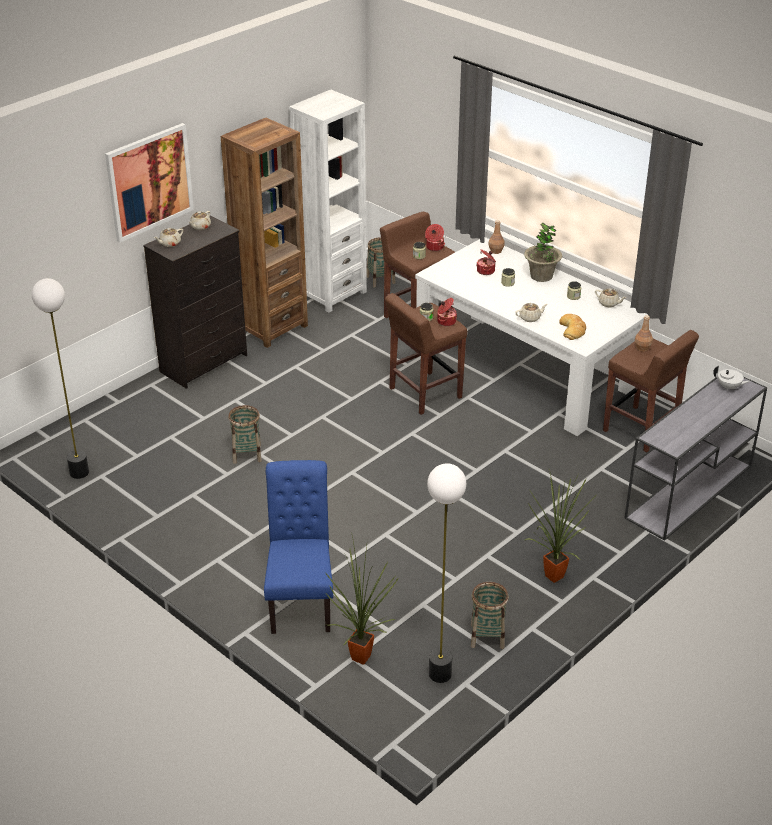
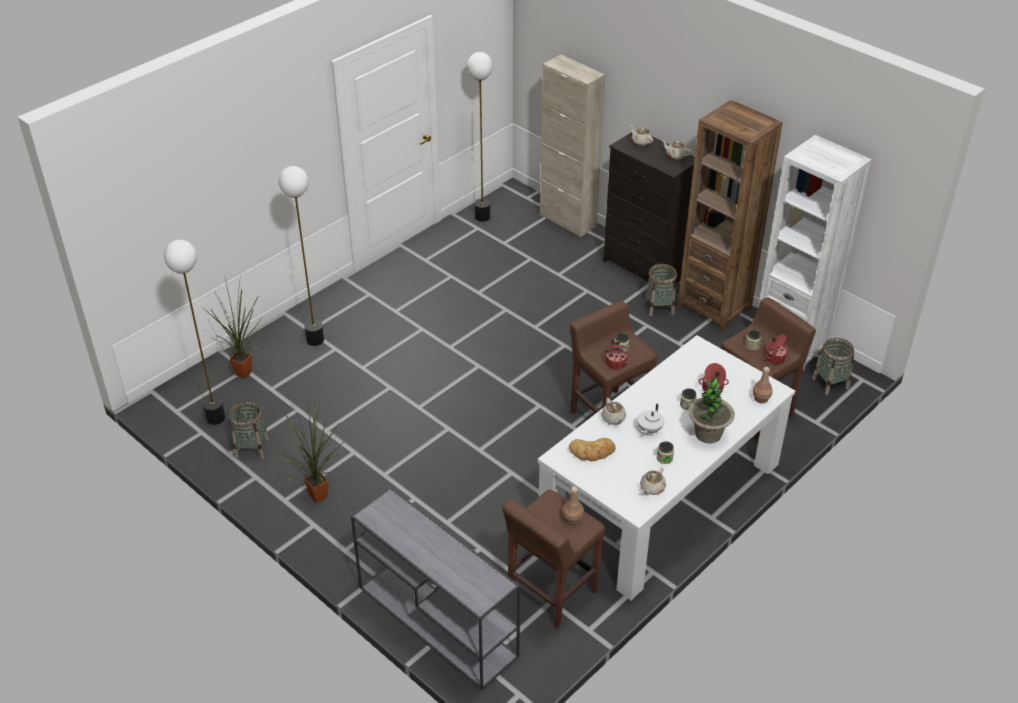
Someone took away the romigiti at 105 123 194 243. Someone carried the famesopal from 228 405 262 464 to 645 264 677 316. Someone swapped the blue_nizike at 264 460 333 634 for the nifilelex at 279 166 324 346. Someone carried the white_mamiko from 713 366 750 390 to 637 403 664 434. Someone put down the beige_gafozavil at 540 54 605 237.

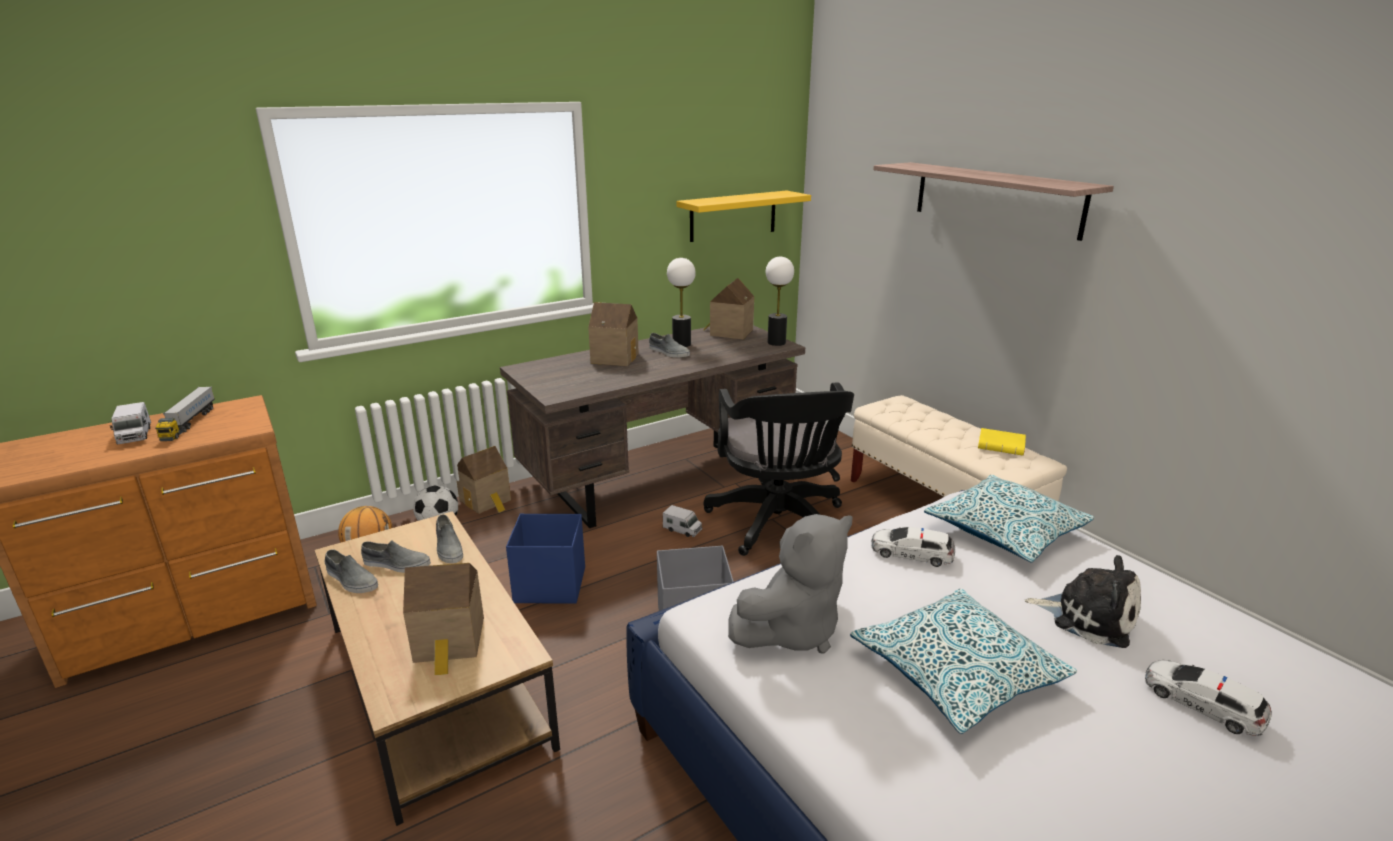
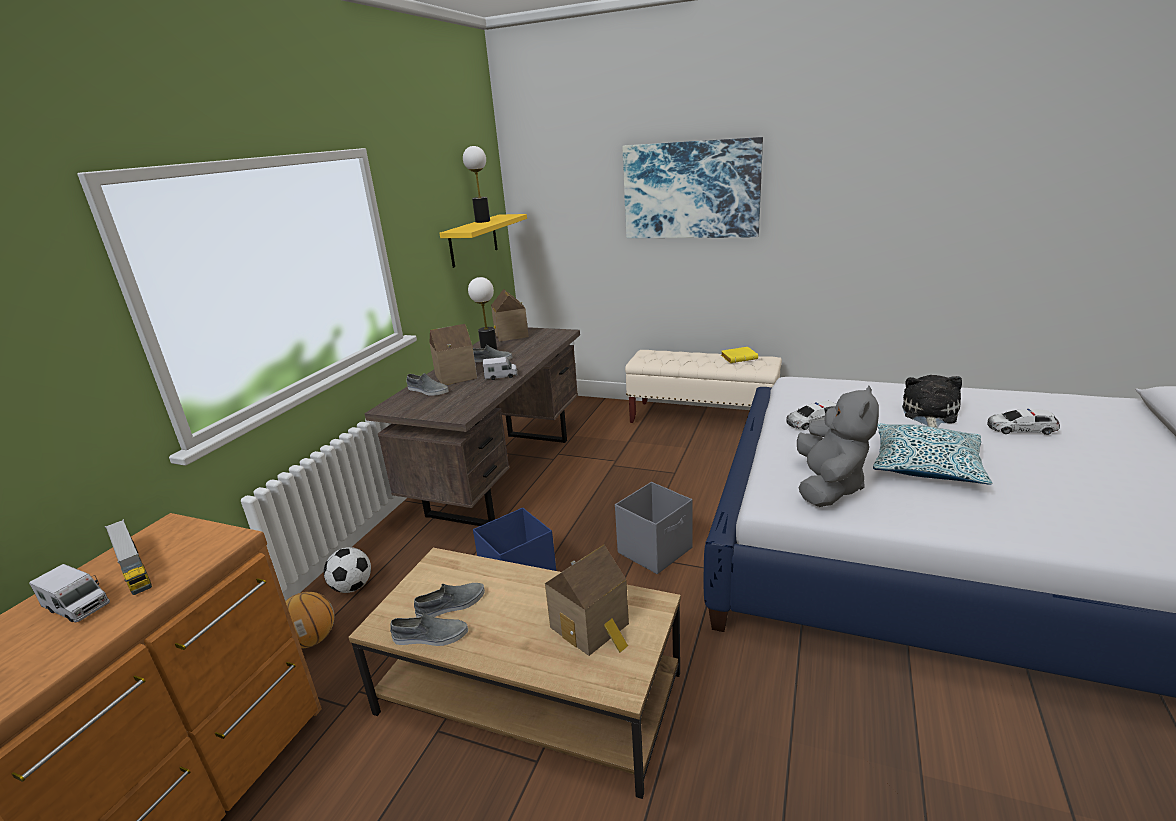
Someone carried the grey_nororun from 436 514 463 563 to 407 373 449 396. Someone took away the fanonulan at 456 446 511 514. Someone carried the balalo from 663 505 702 537 to 483 357 517 380. Someone took away the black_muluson at 704 382 854 556. Someone carried the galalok from 766 257 794 346 to 463 146 490 223. Someone swapped the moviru at 873 162 1114 241 for the romigiti at 622 137 763 238. Someone took away the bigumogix at 924 475 1094 562. Someone rotated the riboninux at 1025 555 1141 648 by 60 degrees counterclockwise.

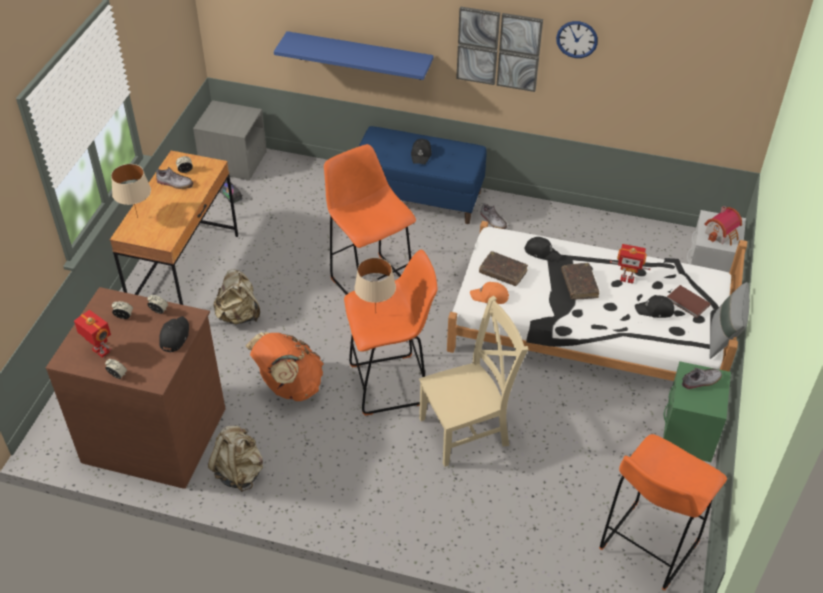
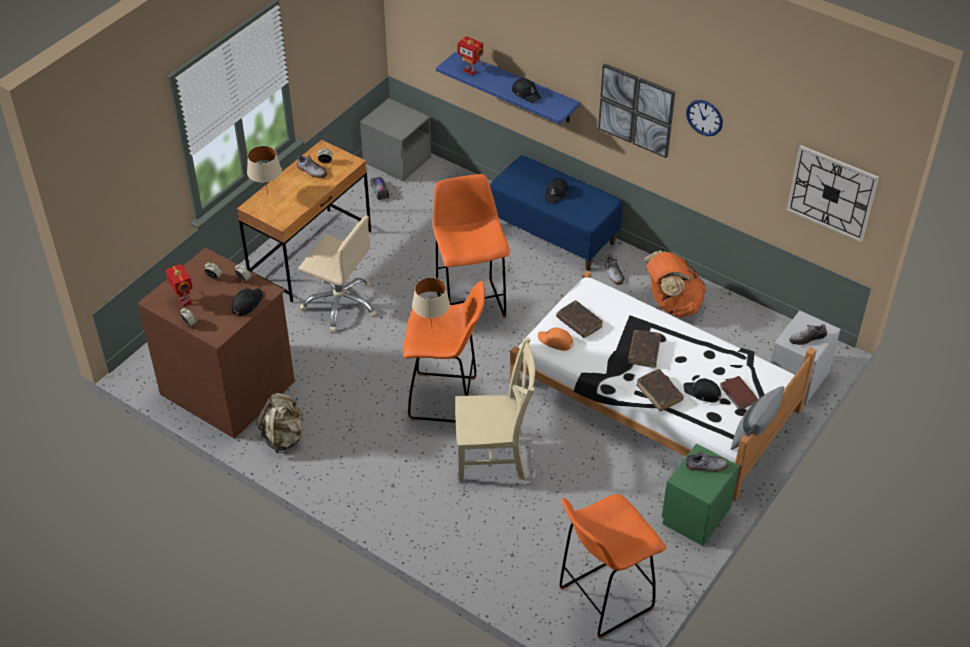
Someone swapped the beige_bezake at 213 269 260 325 for the beige_muluson at 298 216 376 332. Someone carried the orange_bezake from 245 332 323 401 to 644 250 707 317. Someone carried the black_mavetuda from 524 237 561 262 to 512 78 541 103. Someone carried the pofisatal from 610 244 650 284 to 456 36 486 75. Someone swapped the fanonulan at 704 206 742 245 for the nororun at 789 324 827 345. Someone put down the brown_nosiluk at 636 369 684 412. Someone put up the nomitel at 786 145 879 242.

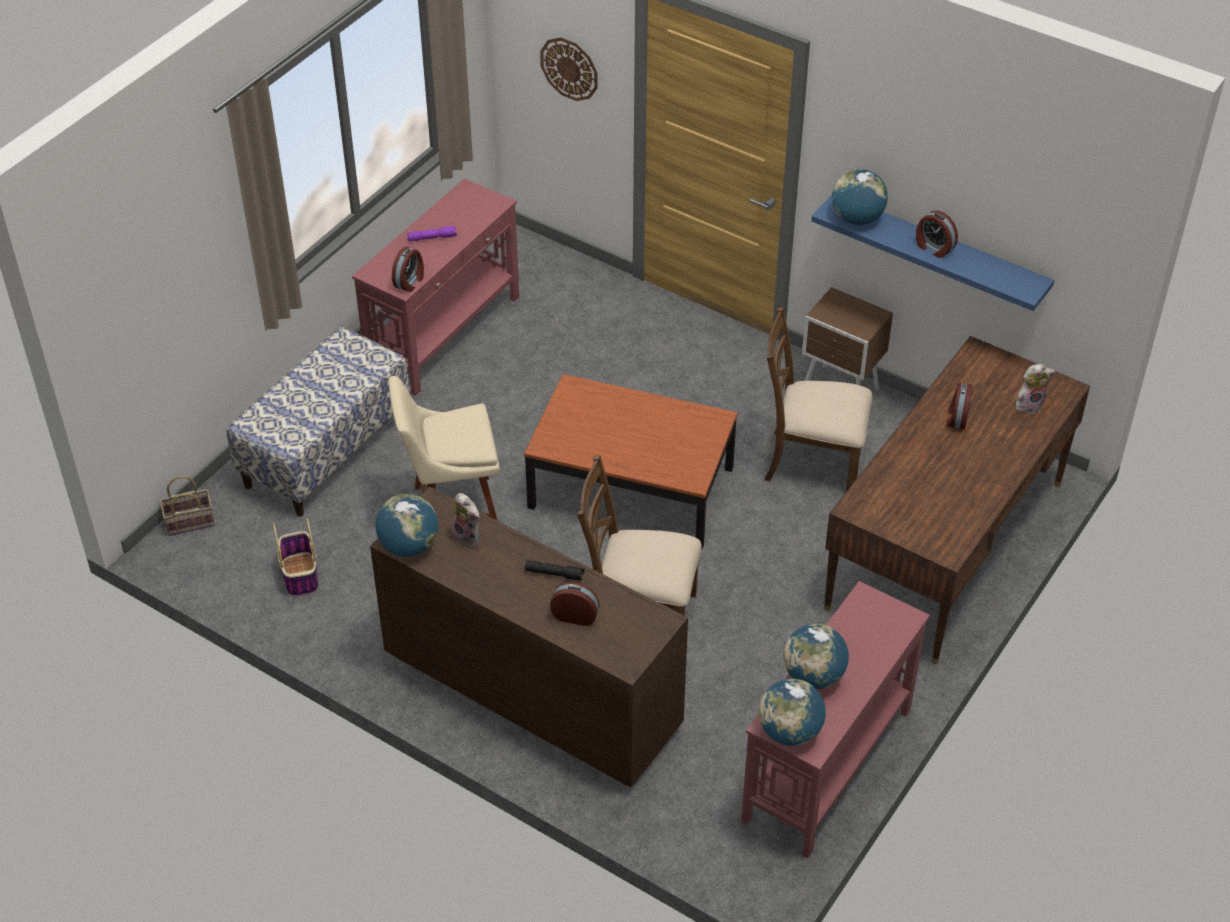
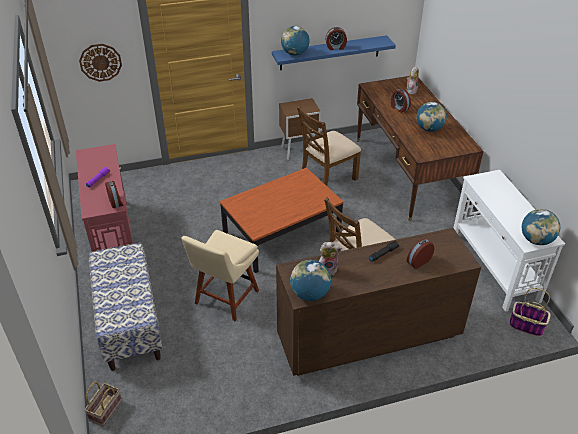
Someone carried the famesopal from 273 518 318 597 to 509 288 551 337. Someone repainted the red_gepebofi at 741 581 930 859, which became the white_gepebofi at 453 170 565 312. Someone carried the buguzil from 783 624 849 689 to 416 102 447 132.

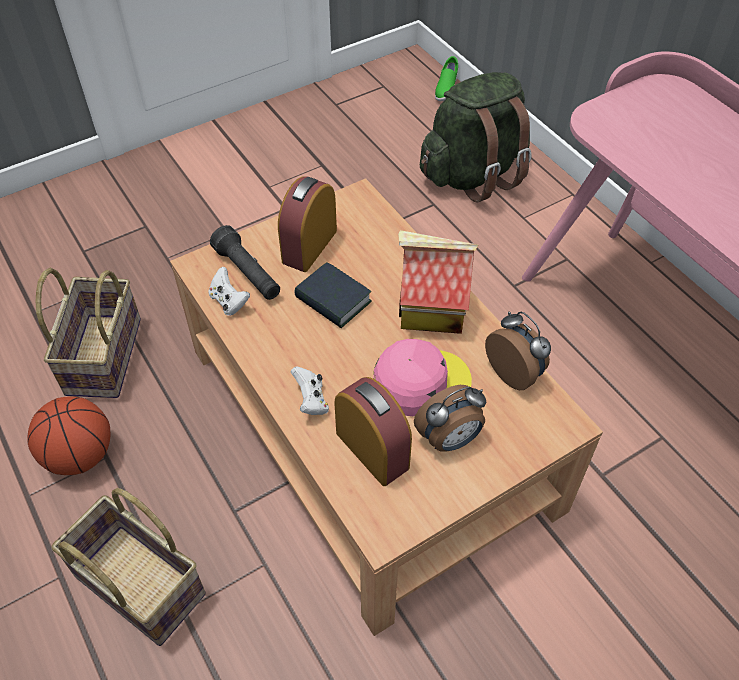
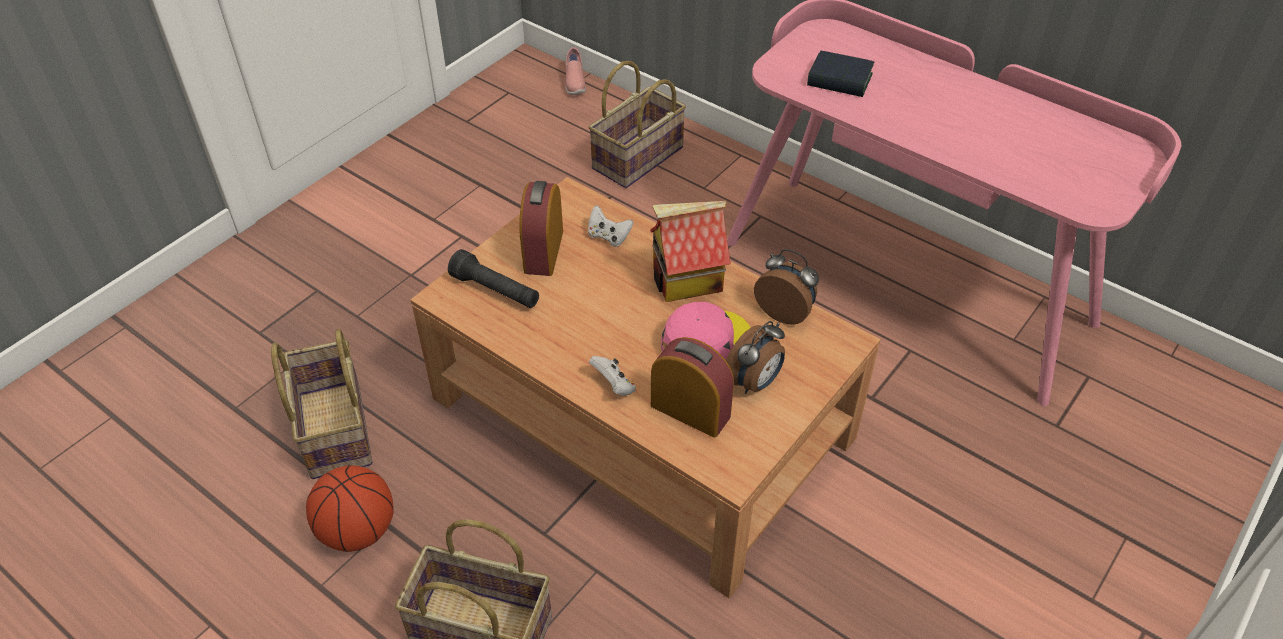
Someone carried the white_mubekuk from 208 267 250 316 to 588 205 634 247. Someone carried the nosiluk from 295 262 372 328 to 807 51 874 97. Someone swapped the green_bezake at 420 72 532 202 for the famesopal at 589 61 686 188. Someone repainted the green_nororun at 435 56 458 101, which became the pink_nororun at 565 47 586 95.

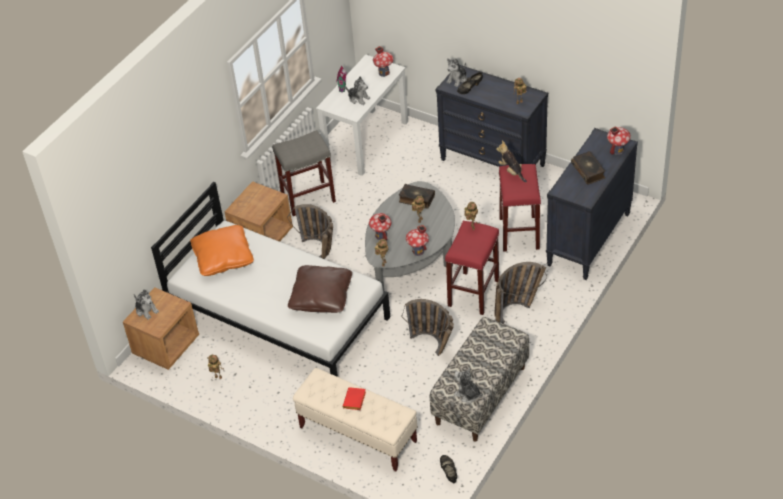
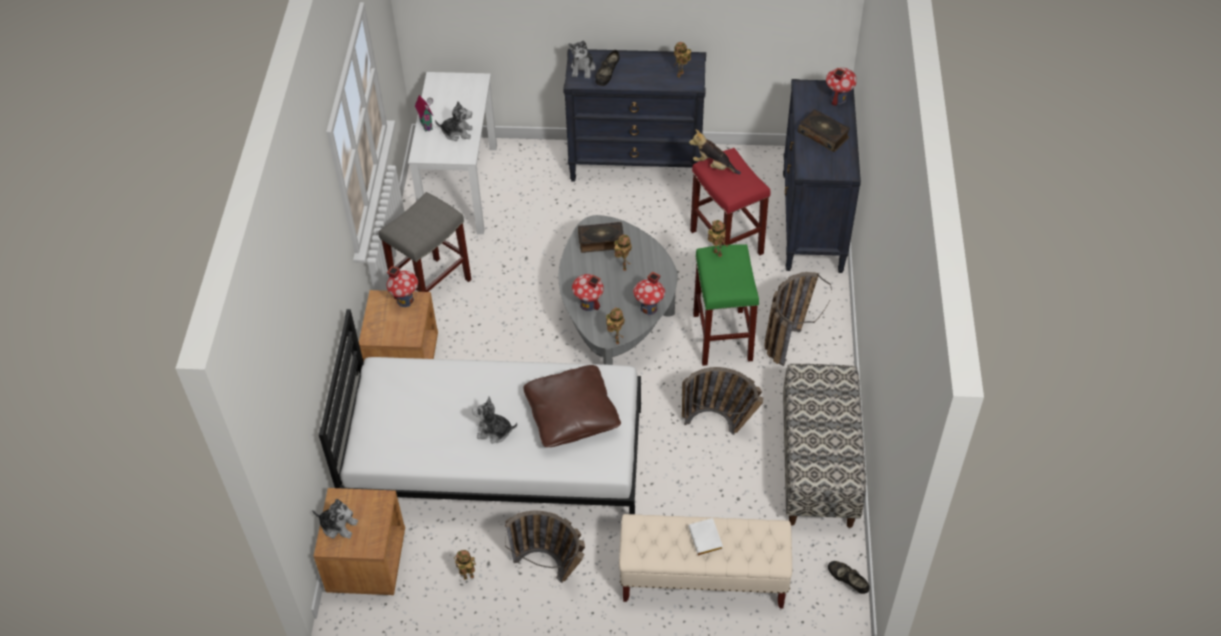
Someone took away the orange_bigumogix at 190 225 254 276. Someone carried the famesopal from 287 204 333 259 to 505 511 585 583. Someone repainted the red_nosiluk at 342 387 366 410, which became the white_nosiluk at 688 518 723 556. Someone carried the fanonulan from 373 46 393 77 to 386 266 418 307. Someone repainted the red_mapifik at 445 221 499 315, which became the green_mapifik at 693 244 759 366. Someone carried the riboninux from 454 368 483 403 to 472 396 517 443.

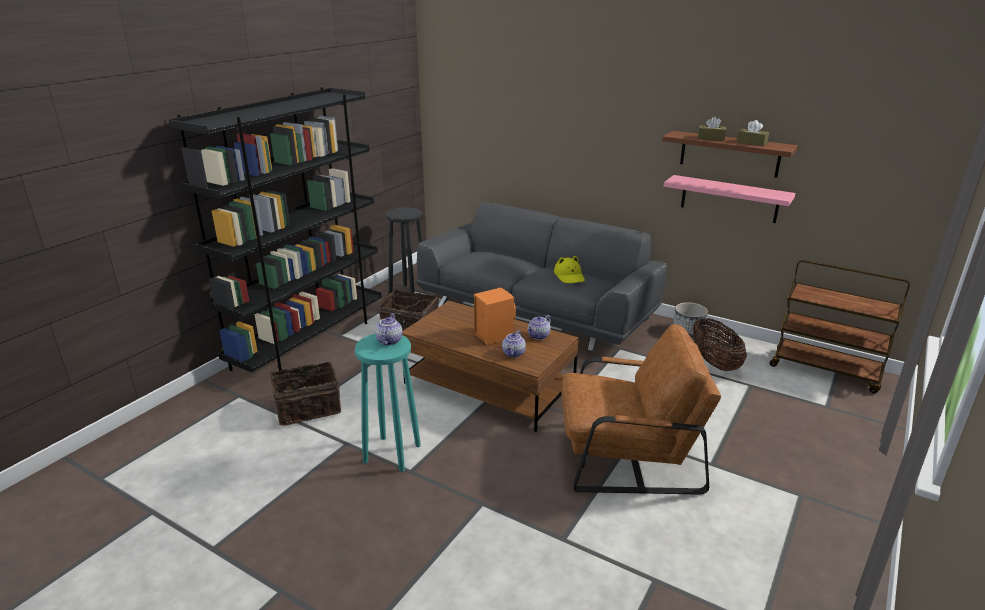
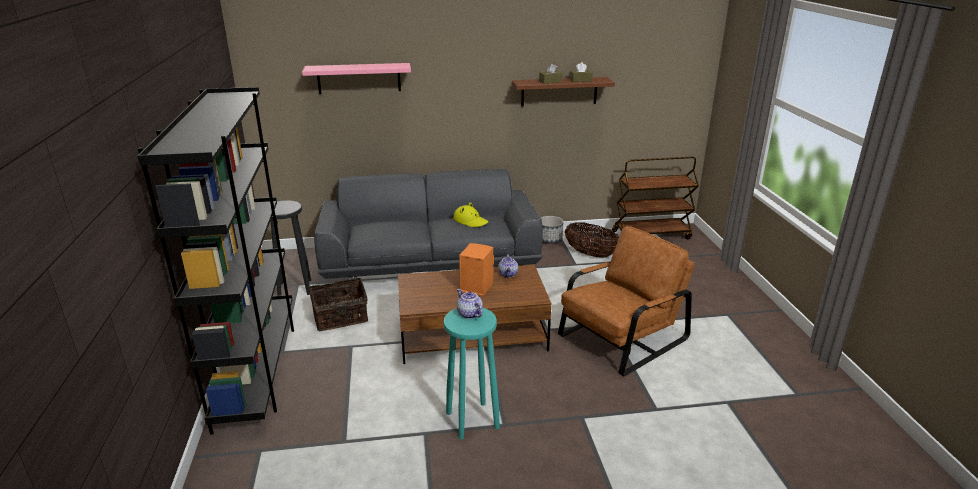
Someone took away the famesopal at 270 362 341 426. Someone took away the mamiko at 502 330 526 358. Someone carried the pink_moviru from 664 175 795 223 to 302 63 411 94.

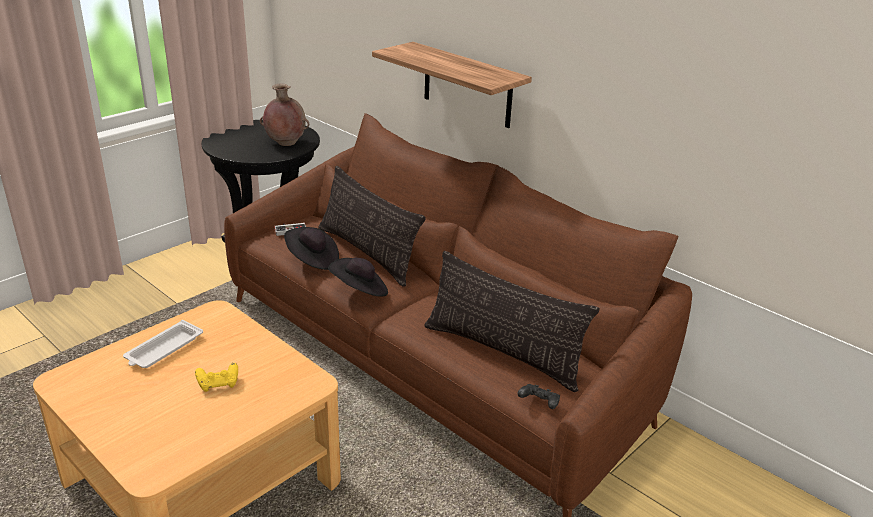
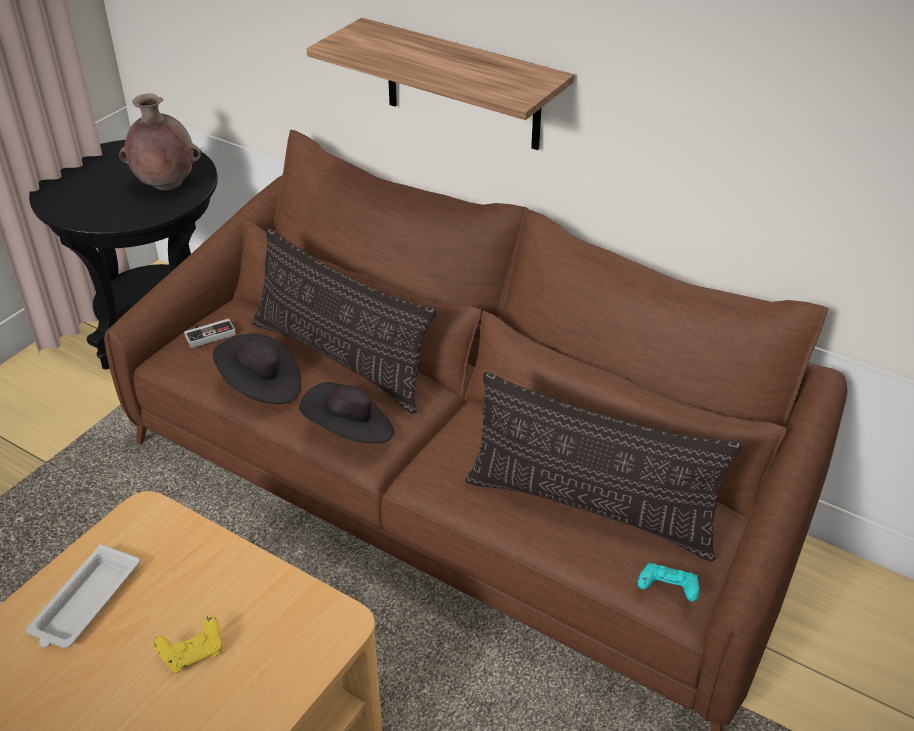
Someone repainted the black_mubekuk at 517 384 560 409, which became the turquoise_mubekuk at 637 563 699 602.

